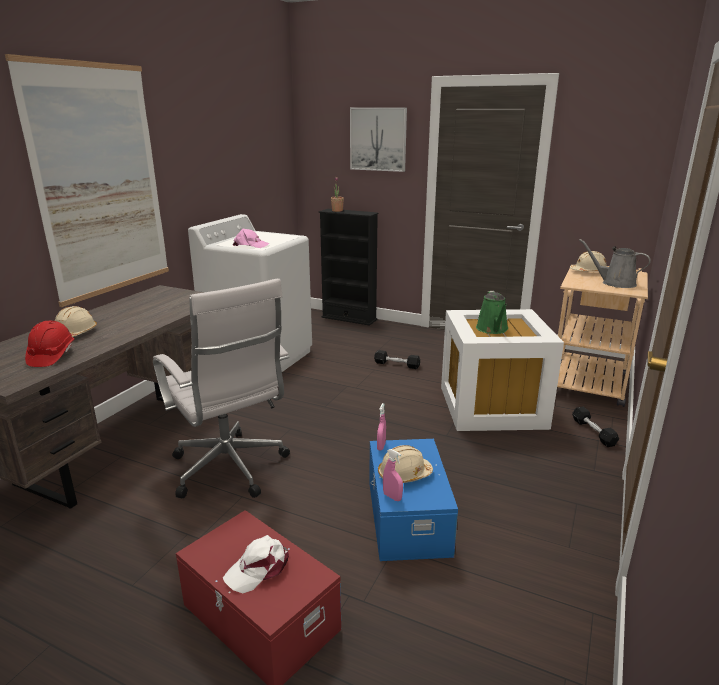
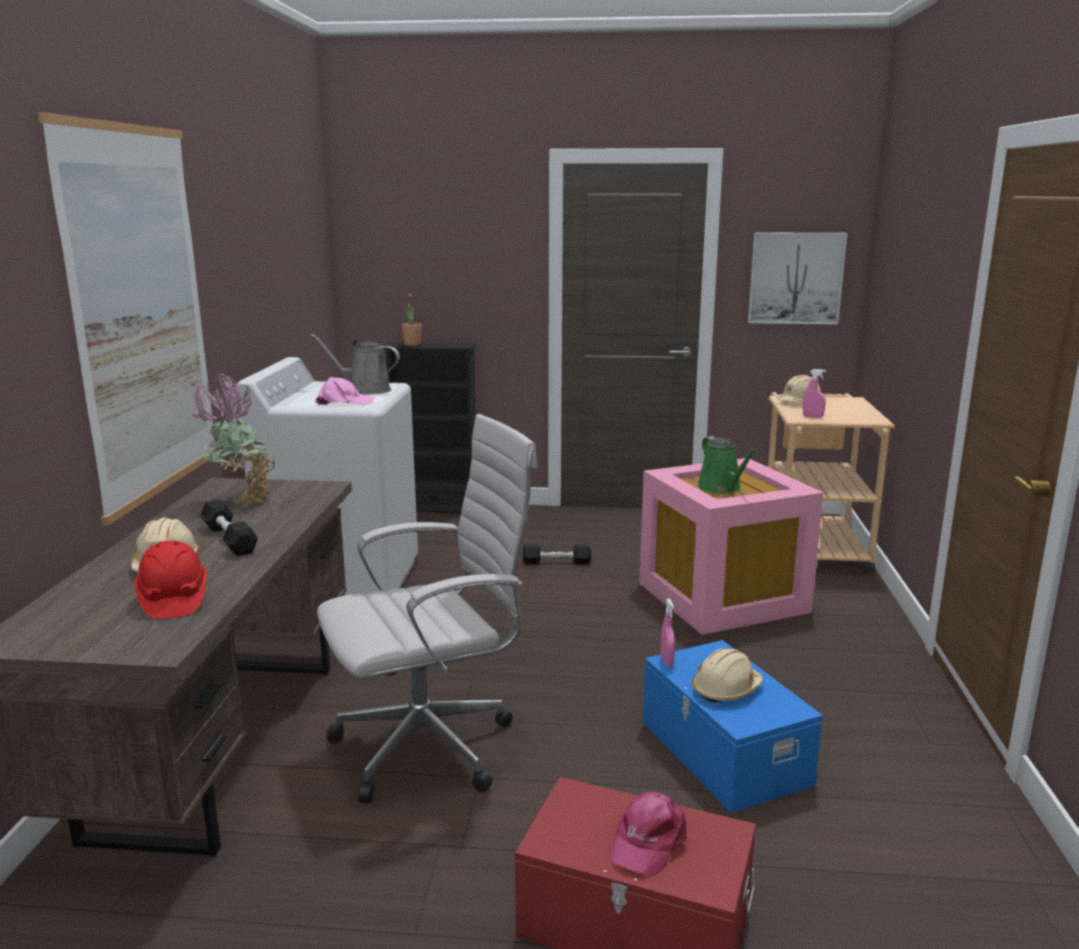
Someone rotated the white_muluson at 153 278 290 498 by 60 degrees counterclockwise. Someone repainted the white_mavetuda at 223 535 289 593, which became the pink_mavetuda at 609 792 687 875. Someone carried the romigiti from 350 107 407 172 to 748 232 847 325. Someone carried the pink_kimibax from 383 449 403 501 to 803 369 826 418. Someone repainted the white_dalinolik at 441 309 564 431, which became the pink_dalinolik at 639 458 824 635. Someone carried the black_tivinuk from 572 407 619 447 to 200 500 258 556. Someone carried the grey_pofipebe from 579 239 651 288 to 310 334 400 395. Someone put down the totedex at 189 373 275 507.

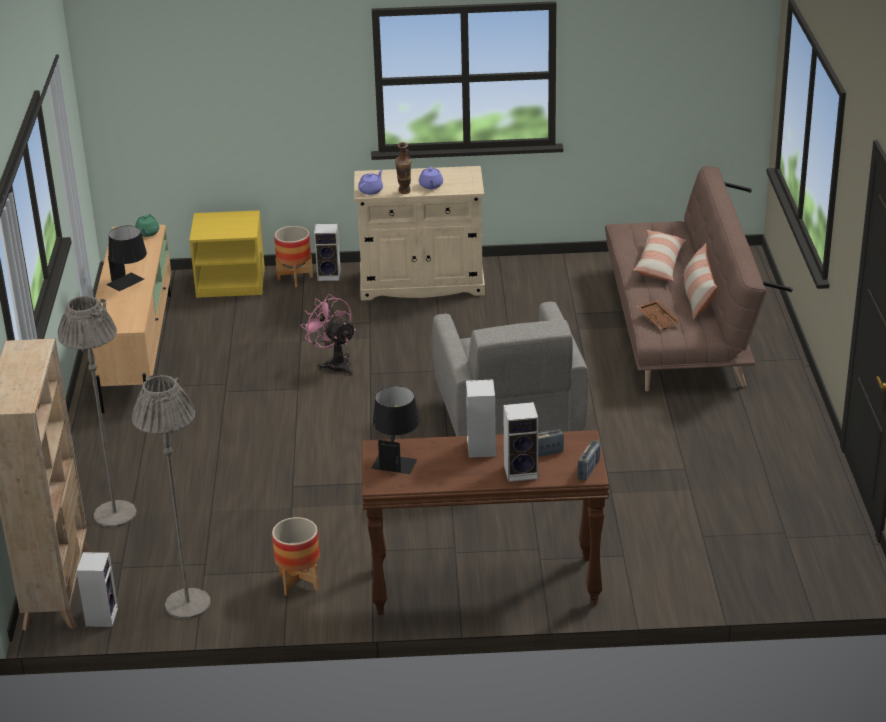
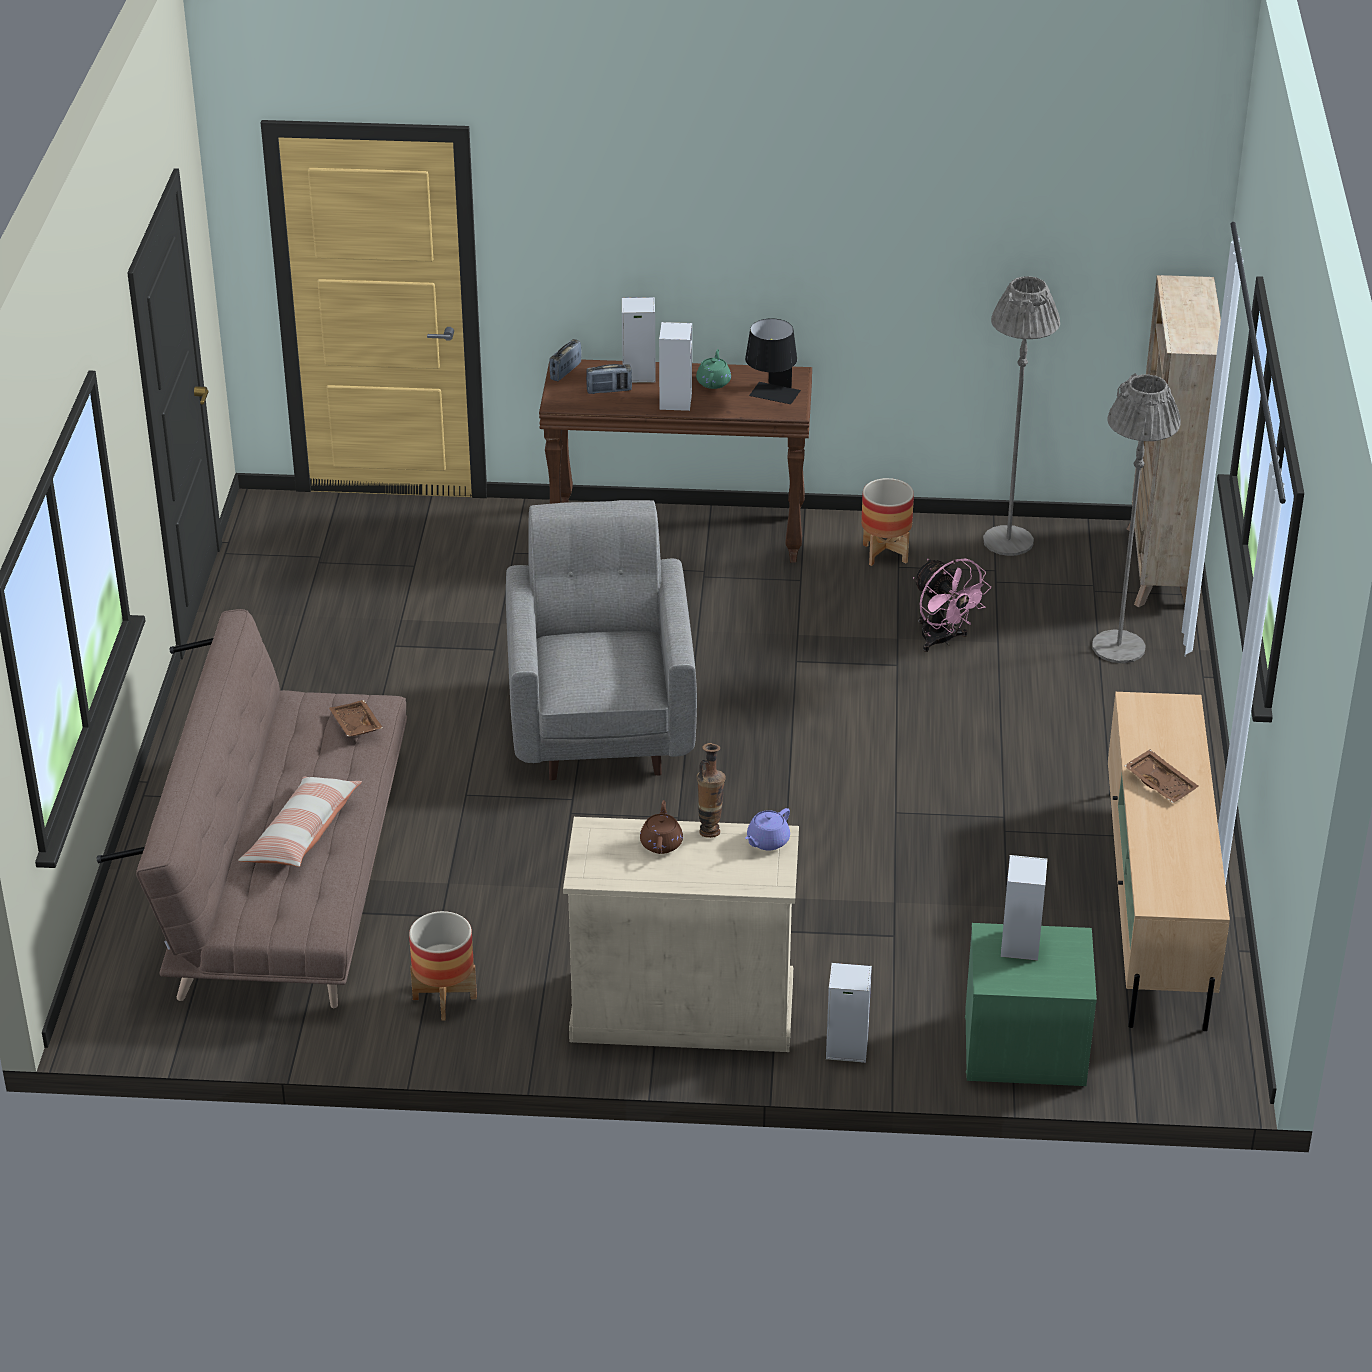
Someone carried the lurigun from 76 552 118 627 to 1001 855 1048 961. Someone swapped the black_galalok at 106 226 147 291 for the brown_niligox at 1124 750 1198 803. Someone carried the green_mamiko from 135 214 159 237 to 696 349 731 389. Someone repainted the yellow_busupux at 189 210 265 298, which became the green_busupux at 965 923 1097 1086. Someone carried the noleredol from 274 226 313 287 to 409 911 477 1021. Someone carried the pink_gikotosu from 301 294 356 376 to 913 559 991 652. Someone repainted the purple_mamiko at 419 166 443 189, which became the brown_mamiko at 640 800 683 854. Someone took away the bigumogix at 682 243 718 320.

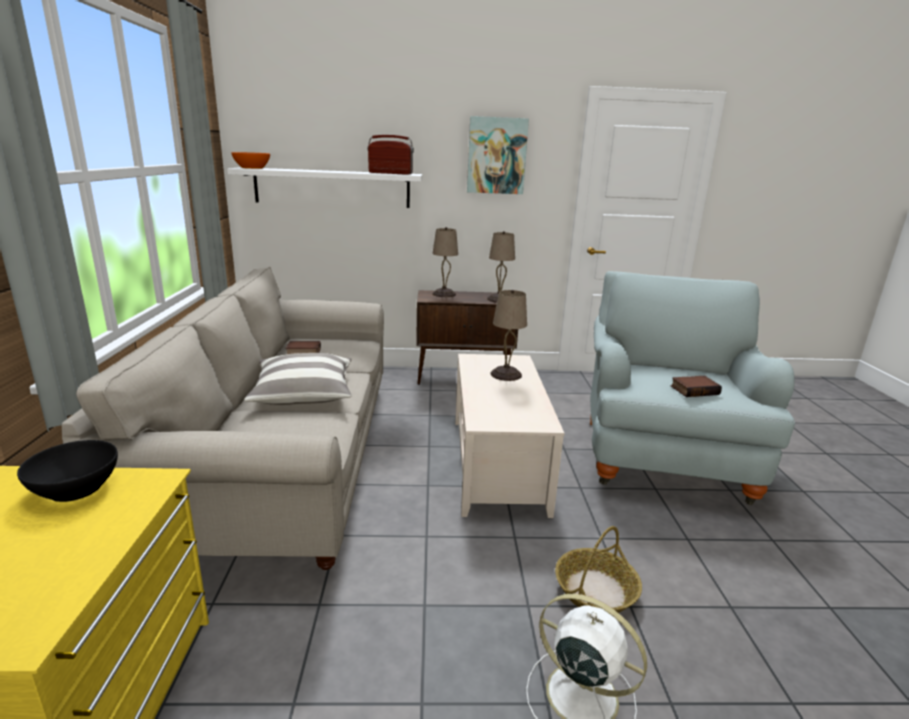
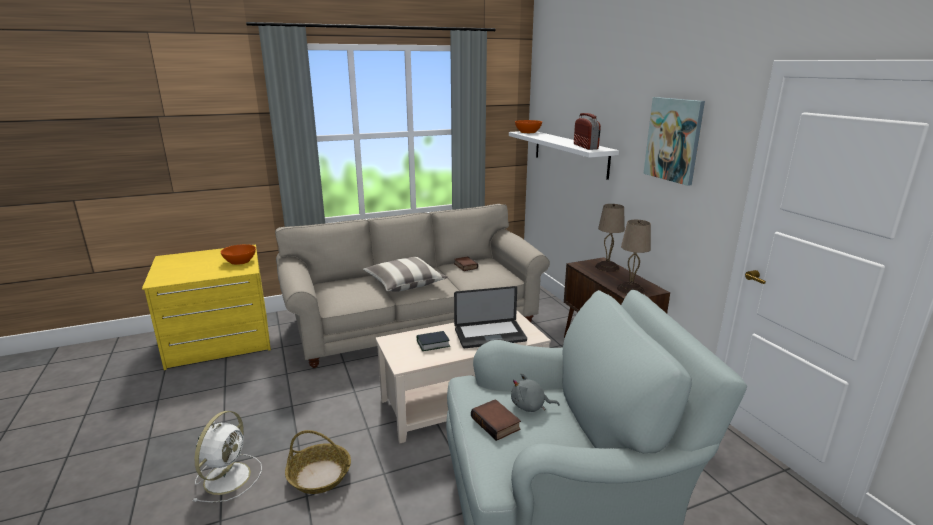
Someone repainted the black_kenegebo at 17 440 118 502, which became the orange_kenegebo at 221 244 256 265. Someone swapped the beige_galalok at 490 290 527 381 for the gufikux at 454 286 527 348. Someone put down the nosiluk at 417 331 450 351. Someone put down the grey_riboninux at 511 373 560 412.

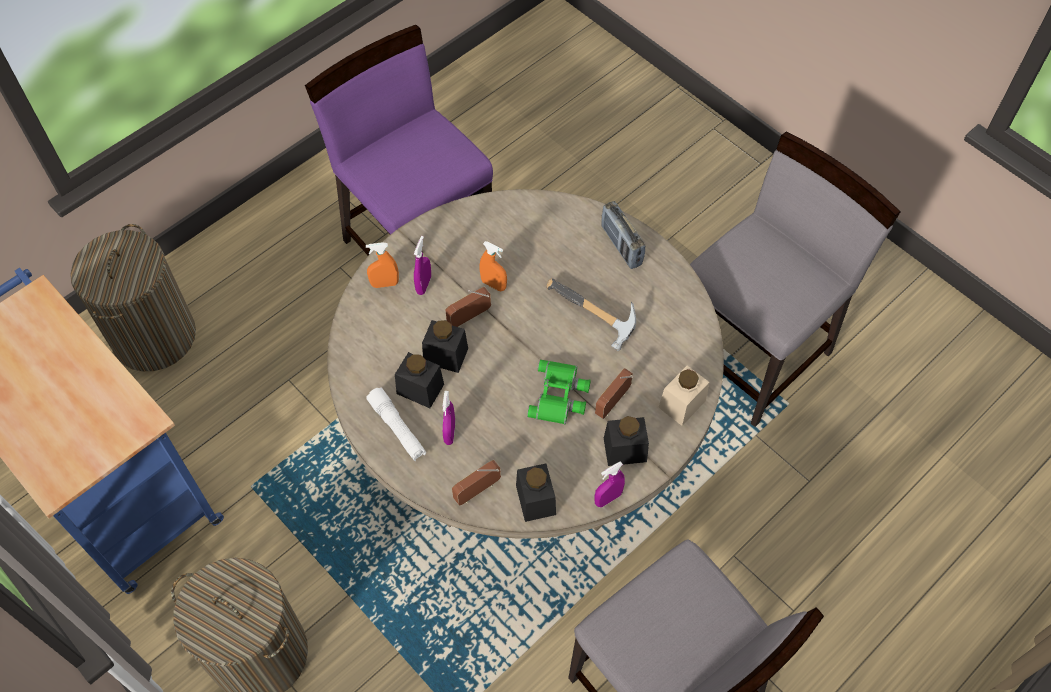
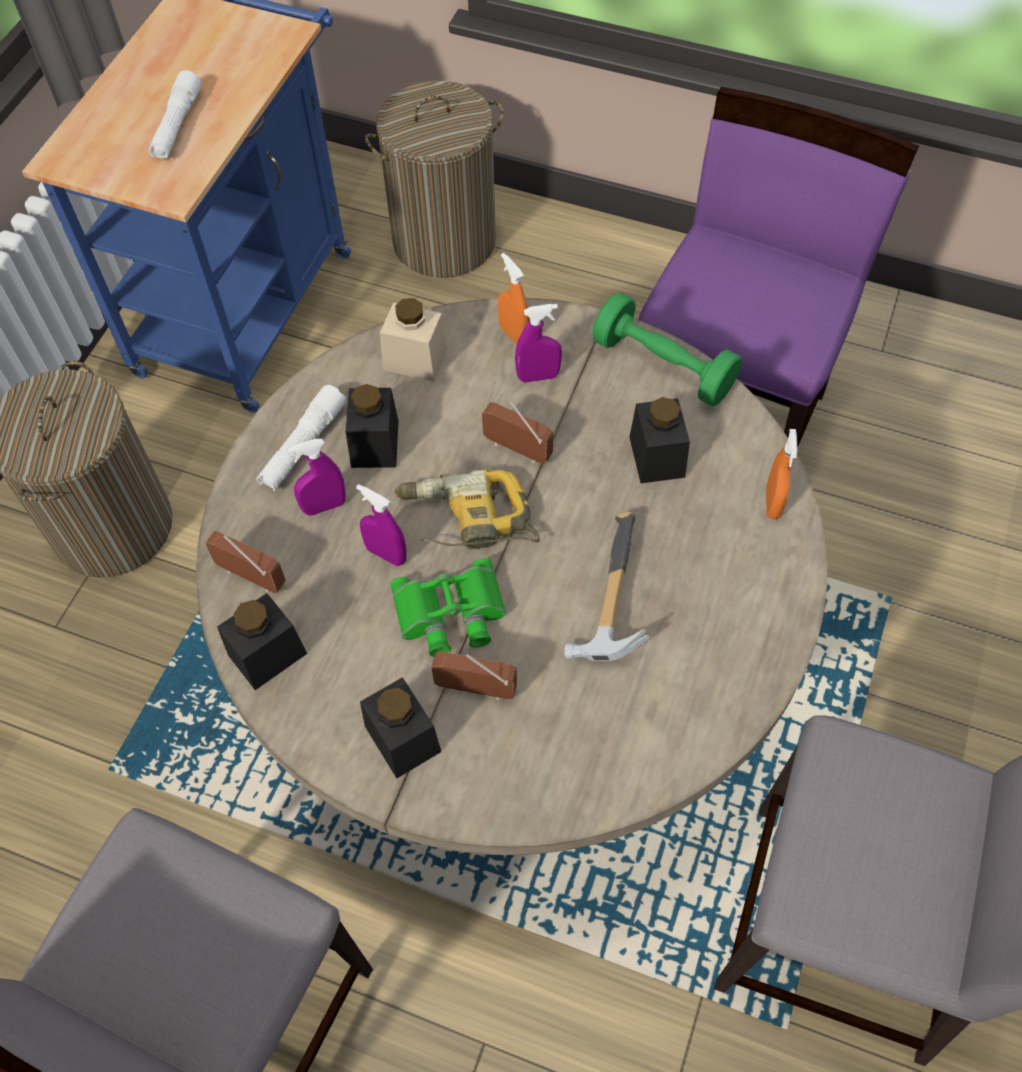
Someone carried the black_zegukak from 422 320 468 373 to 629 397 690 483. Someone carried the orange_kimibax from 480 241 507 292 to 766 429 797 520. Someone carried the purple_kimibax from 594 461 625 507 to 356 484 407 566. Someone took away the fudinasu at 601 201 645 269. Someone carried the beige_zegukak from 658 366 709 426 to 380 298 448 382. Someone put down the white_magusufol at 149 70 201 159. Someone put down the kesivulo at 395 469 540 550. Someone put down the green_tivinuk at 592 292 742 407.

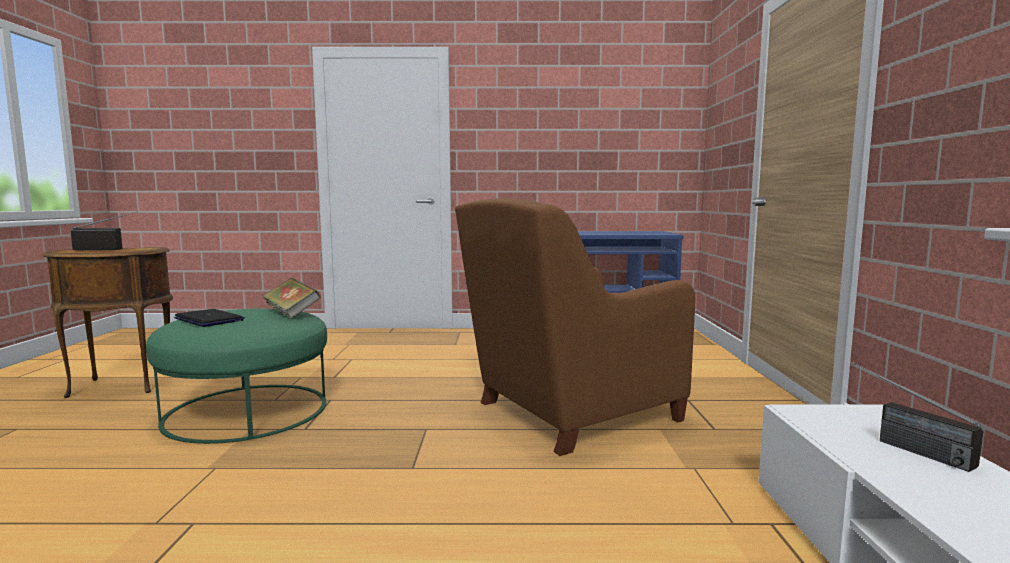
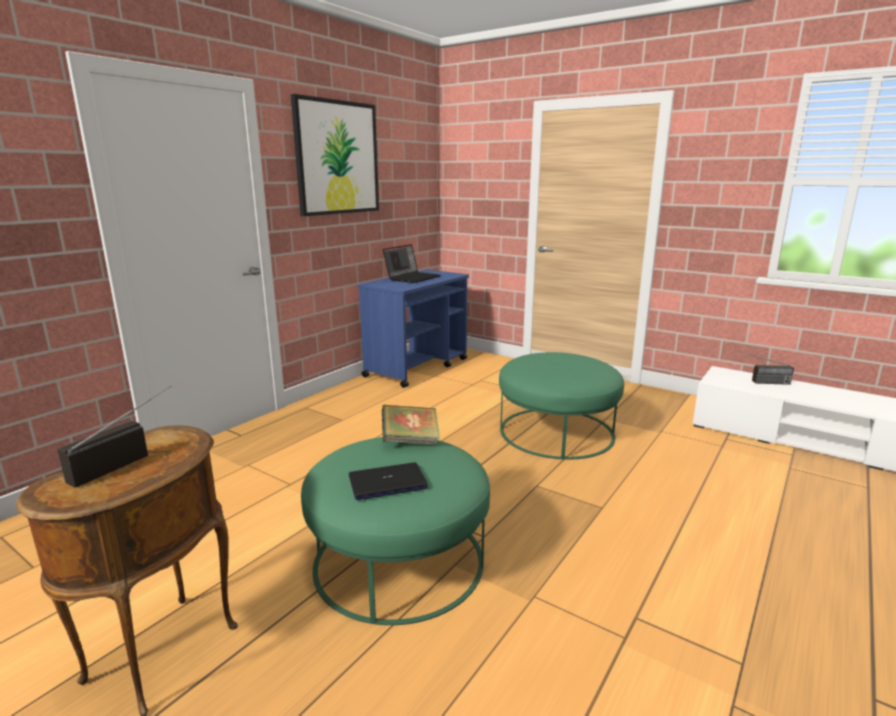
Someone swapped the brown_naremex at 455 198 695 456 for the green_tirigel at 499 352 624 460. Someone put up the romigiti at 291 94 379 216. Someone put down the gufikux at 383 244 441 283.

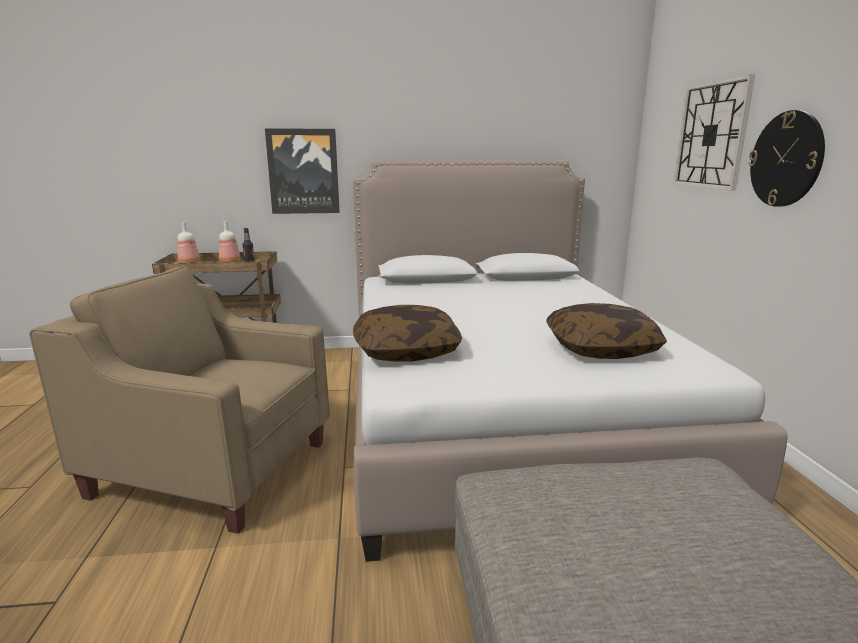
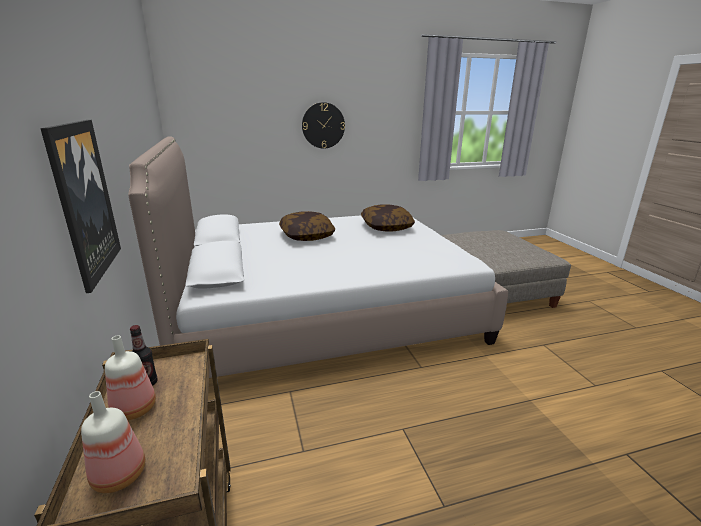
Someone took away the beige_naremex at 29 266 330 534. Someone carried the bigumogix from 353 305 462 362 to 279 211 335 241. Someone took away the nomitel at 674 74 755 191.

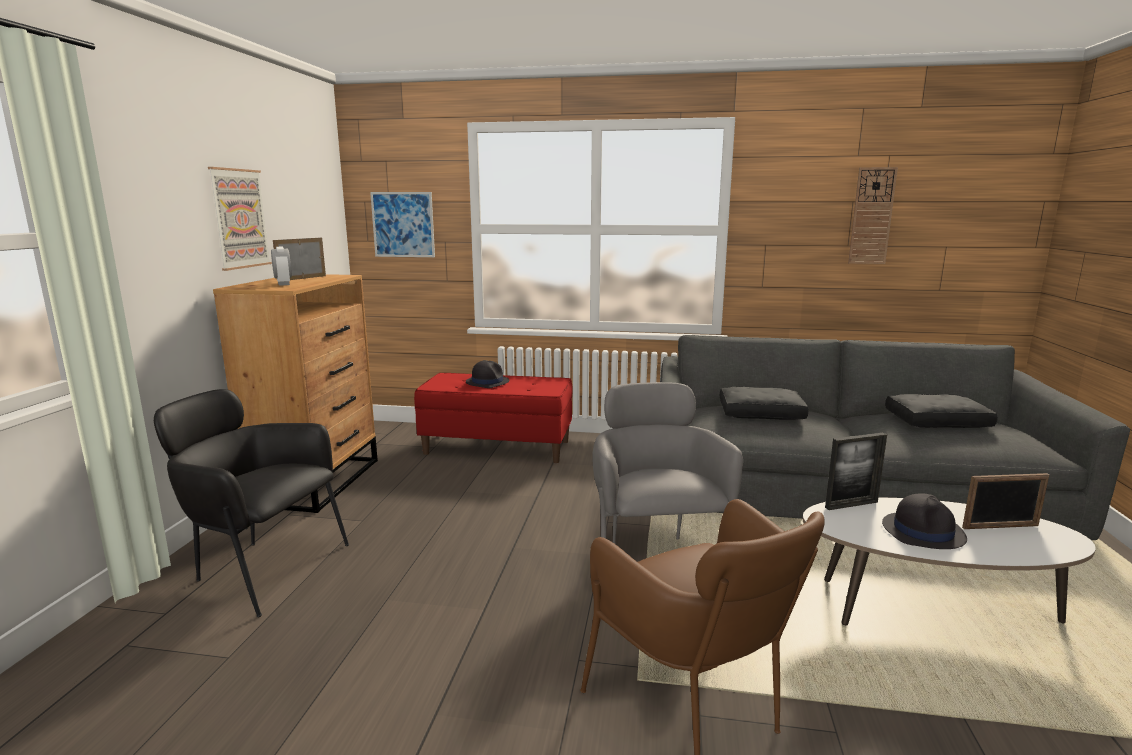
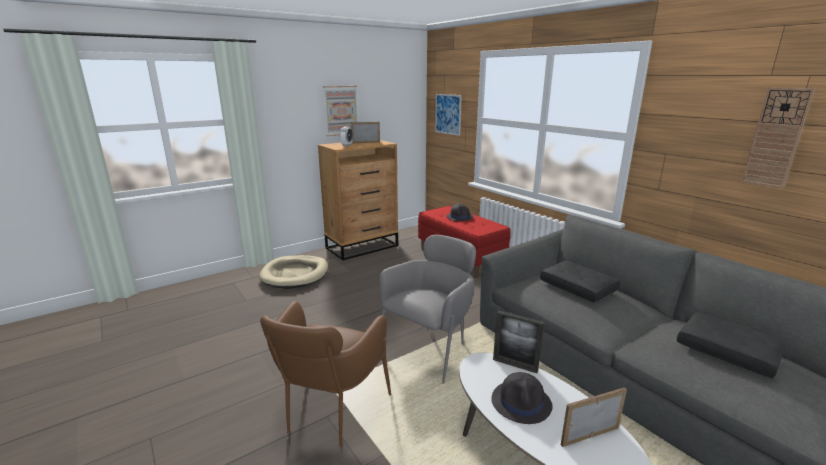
Someone swapped the black_naremex at 154 389 349 618 for the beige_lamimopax at 259 255 328 289. Someone rotated the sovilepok at 962 473 1049 529 by 120 degrees clockwise.

